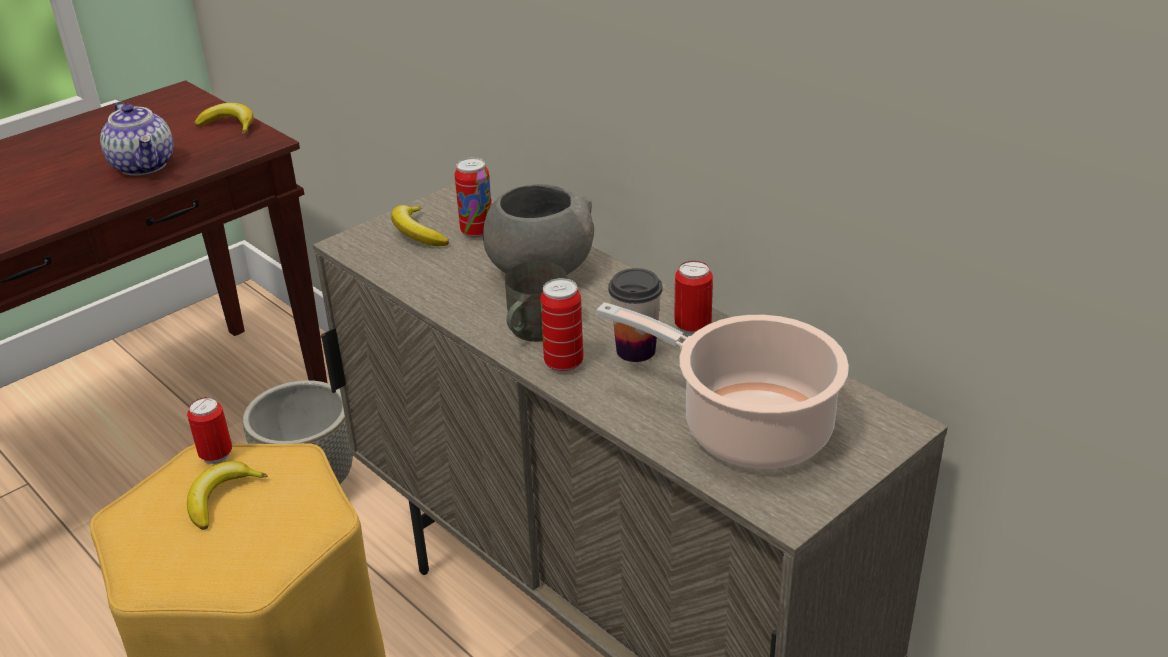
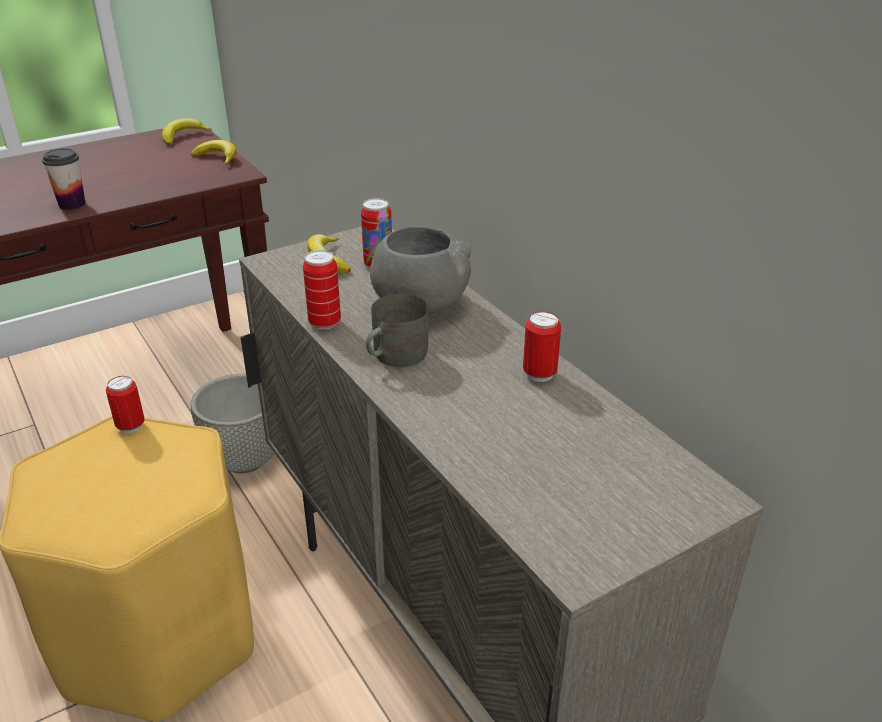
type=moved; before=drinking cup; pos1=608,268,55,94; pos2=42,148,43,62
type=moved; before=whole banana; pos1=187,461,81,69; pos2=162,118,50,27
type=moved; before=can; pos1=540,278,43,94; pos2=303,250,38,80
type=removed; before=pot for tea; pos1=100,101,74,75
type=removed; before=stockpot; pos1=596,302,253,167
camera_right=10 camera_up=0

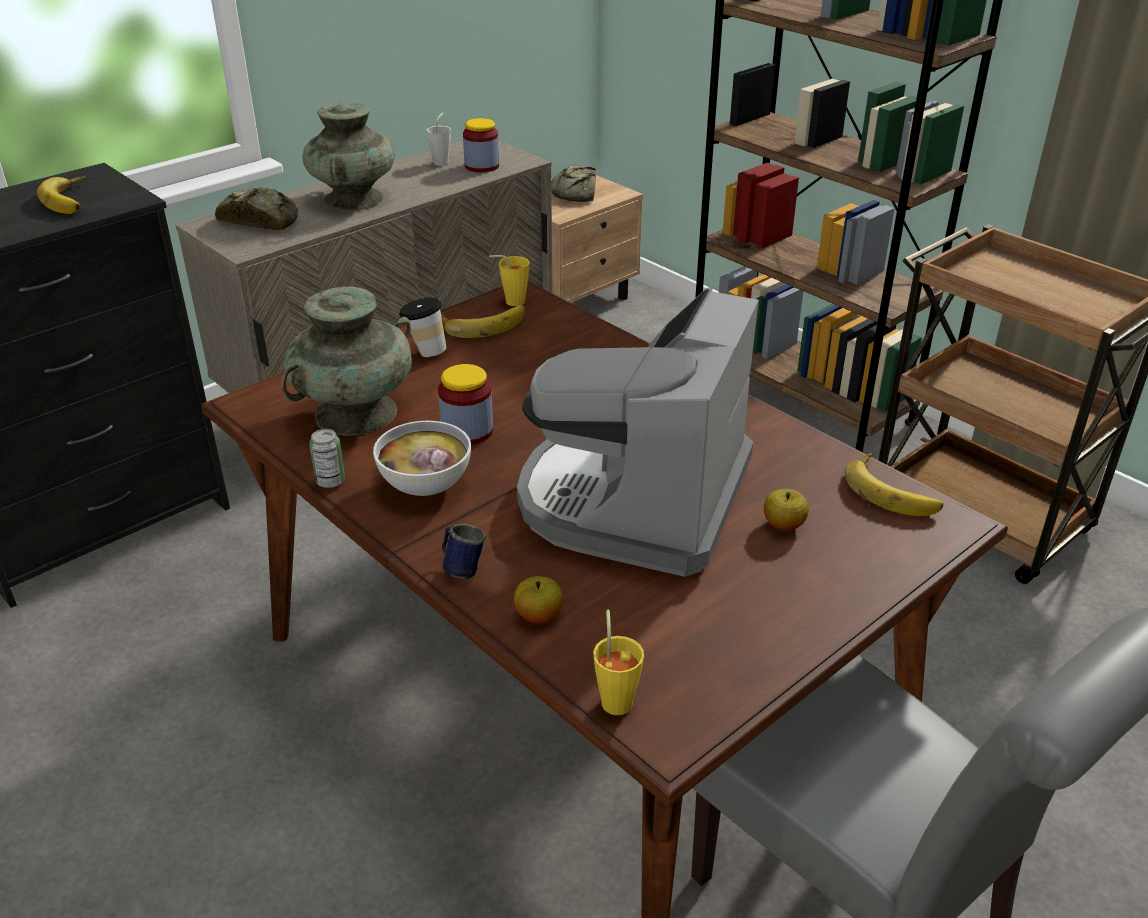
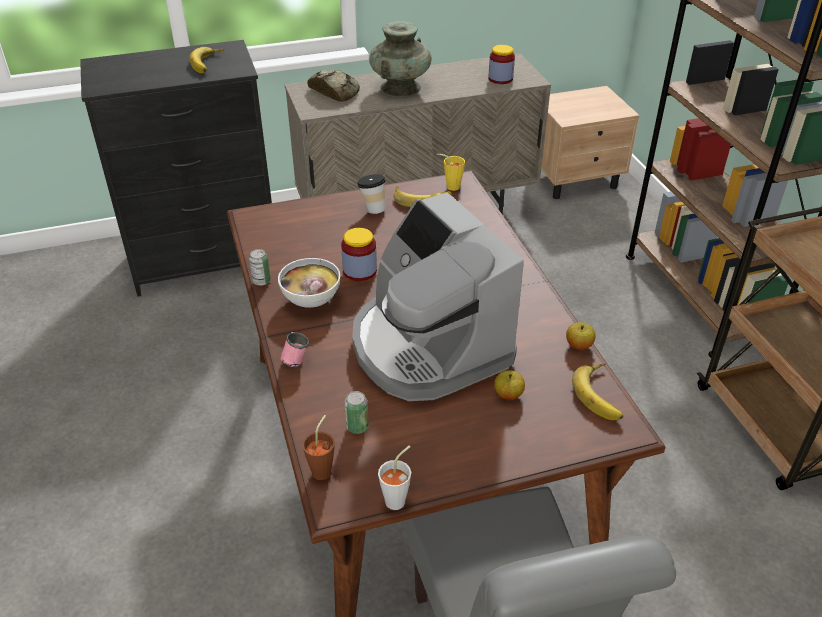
type=recoloured; before=blue-coloured coffee mug; after=pink coffee mug; pos1=442,524,44,55; pos2=281,332,28,35
type=recoloured; before=yellow drinking cup; after=brown-coloured drinking cup; pos1=593,610,51,105; pos2=302,415,33,65
type=added; after=can; pos2=344,391,24,43
type=turned; before=coffee brewer; pos1=517,287,242,290; pos2=352,192,172,209; turn=-75
type=moved; before=greyish drinking cup; pos1=426,113,25,53; pos2=378,446,33,64
type=moved; before=apple; pos1=514,576,49,47; pos2=566,322,30,28
type=removed; before=turquoise-coloured decorative vase; pos1=281,287,131,149
type=removed; before=bakery bread; pos1=551,165,45,37
camera_right=25 camera_up=5

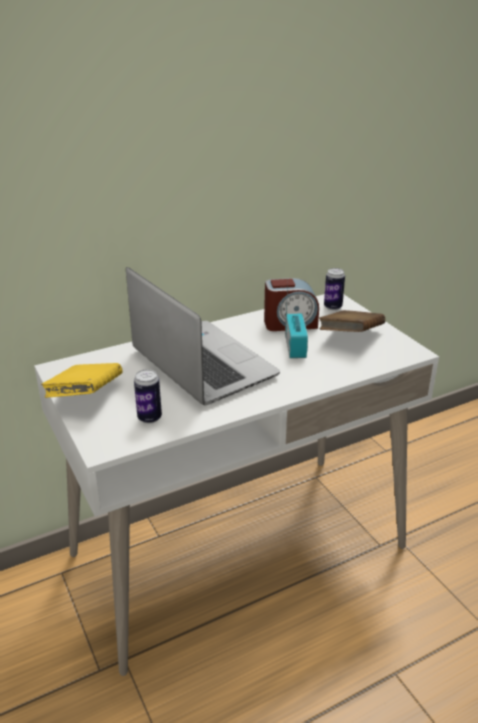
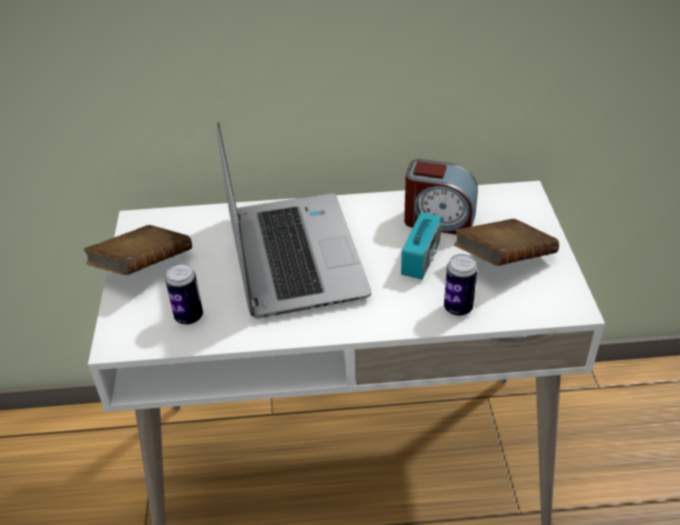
type=recoloured; before=yellow bound book; after=brown-coloured bound book; pos1=41,363,82,35; pos2=84,225,108,50
type=moved; before=can; pos1=324,268,21,42; pos2=444,254,33,62
camera_right=25 camera_up=10

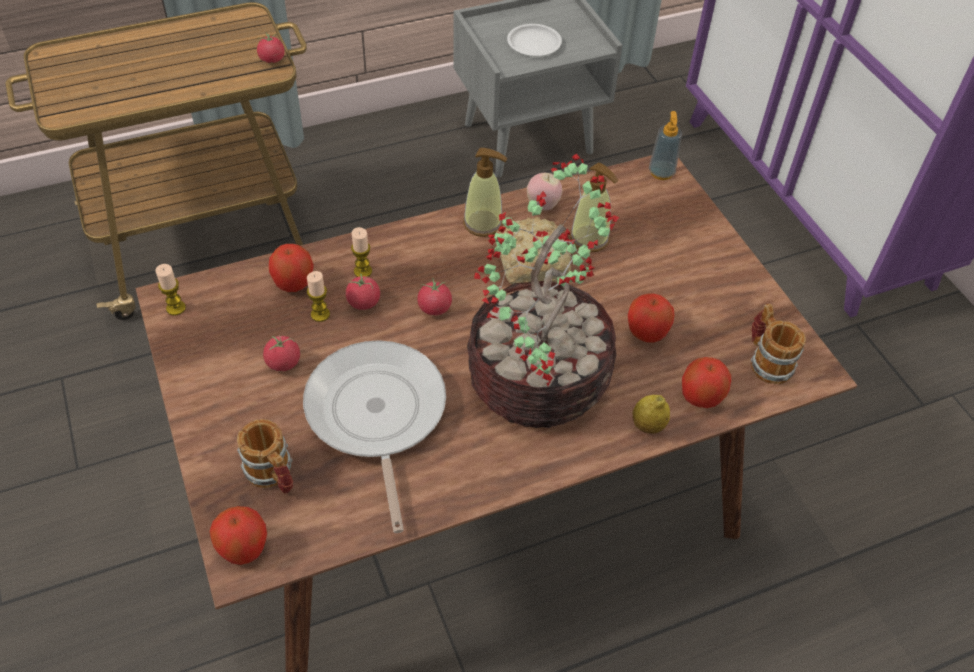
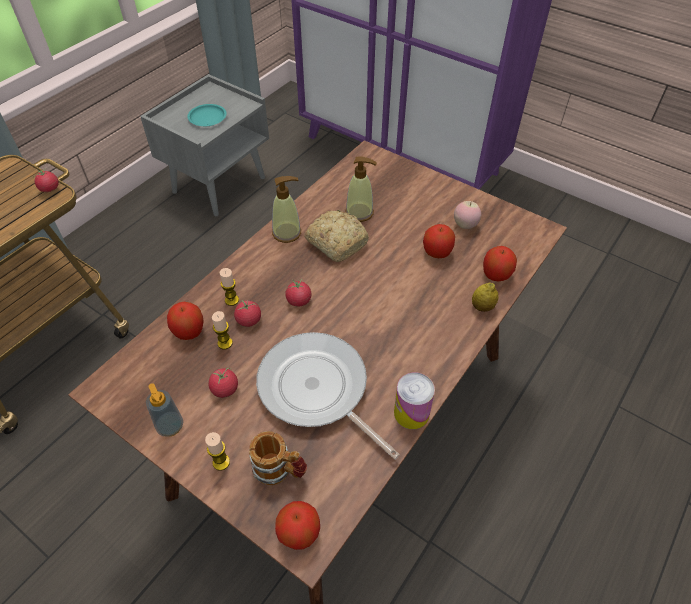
type=moved; before=soap bottle; pos1=649,111,33,69; pos2=146,383,37,54
type=recoloured; before=whitish flat dish; after=turquoise-coloured flat dish; pos1=507,24,55,32; pos2=187,104,40,22
type=moved; before=candle; pos1=155,264,31,51; pos2=205,432,25,39
type=added; after=can; pos2=394,372,41,57
type=moved; before=apple; pos1=527,173,35,38; pos2=454,201,27,28
type=removed; before=potted plant; pos1=467,153,152,275
type=removed; before=coffee mug; pos1=751,304,55,80
camera_right=-30 camera_up=0

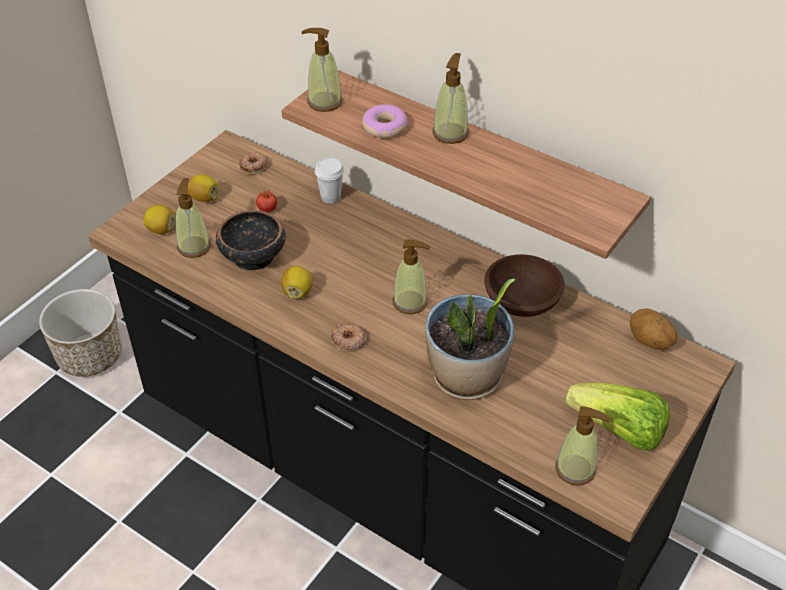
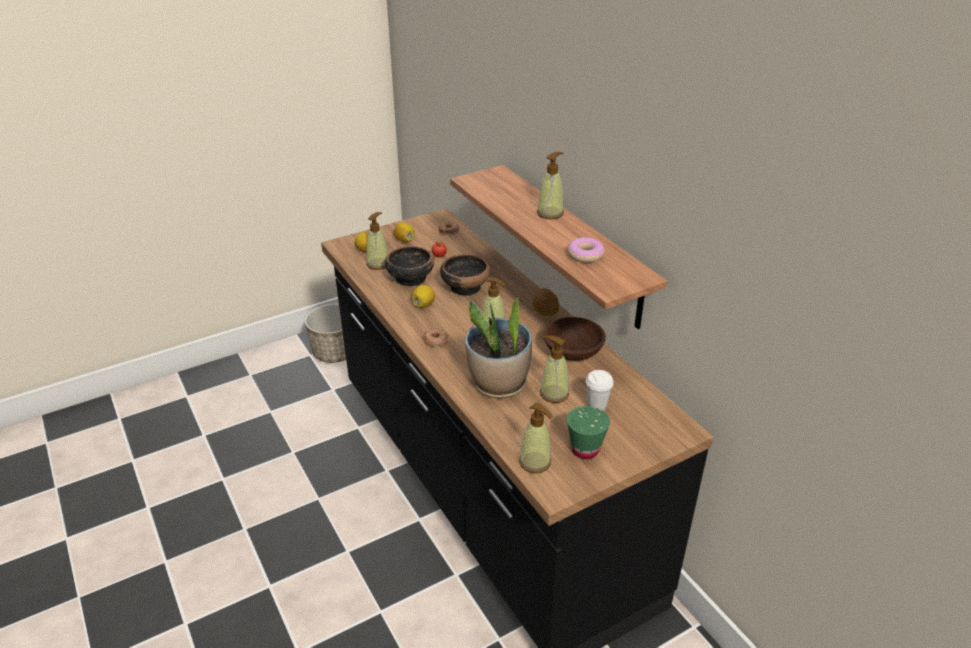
type=added; after=bowl; pos2=440,254,50,42
type=moved; before=whole potato; pos1=630,308,47,42; pos2=532,288,27,28
type=moved; before=soap bottle; pos1=302,28,40,84; pos2=540,335,29,68
type=replaced; before=lettuce head; after=green drinking cup; pos1=565,383,105,68; pos2=567,406,43,53
type=moved; before=ring doughnut; pos1=362,104,45,34; pos2=568,237,37,26
type=moved; before=whitish drinking cup; pos1=315,158,29,45; pos2=586,370,28,41
camera_right=25 camera_up=-10

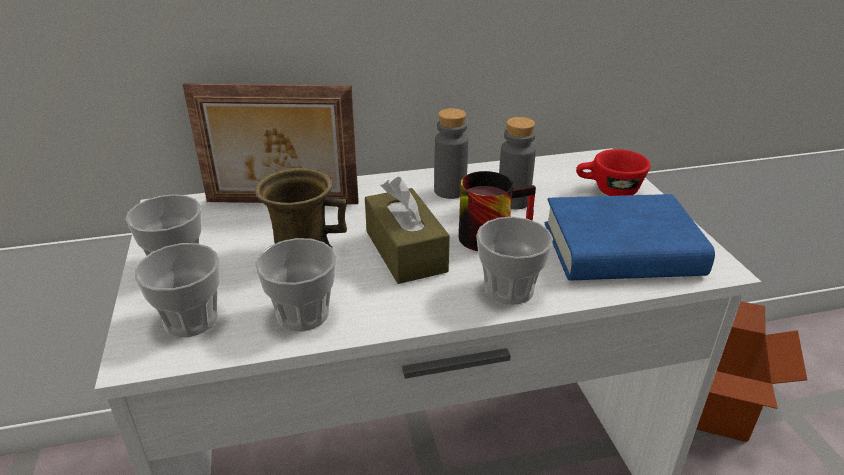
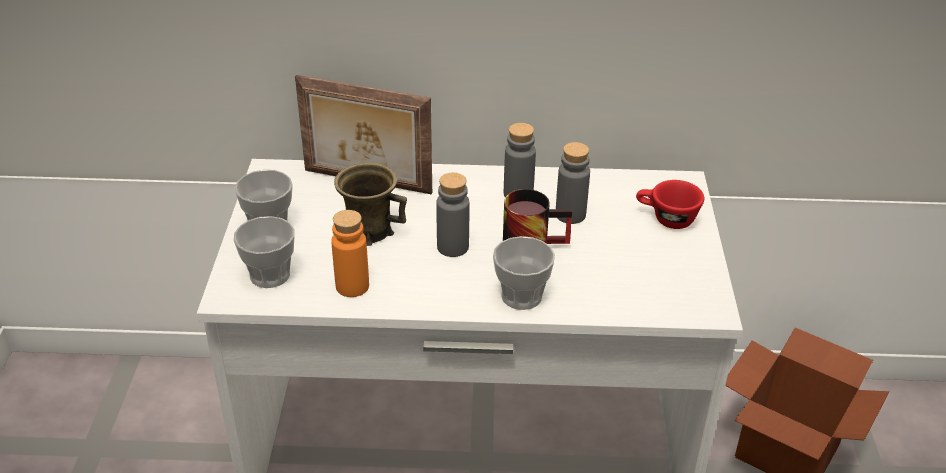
type=replaced; before=drinking cup; after=orangey beverage bottle; pos1=255,238,82,94; pos2=331,210,38,87
type=replaced; before=brown-coloured tissue box; after=greyish beverage bottle; pos1=365,177,85,107; pos2=436,173,33,84
type=removed; before=blue-coloured bound book; pos1=545,194,170,87
camera_right=15 camera_up=5

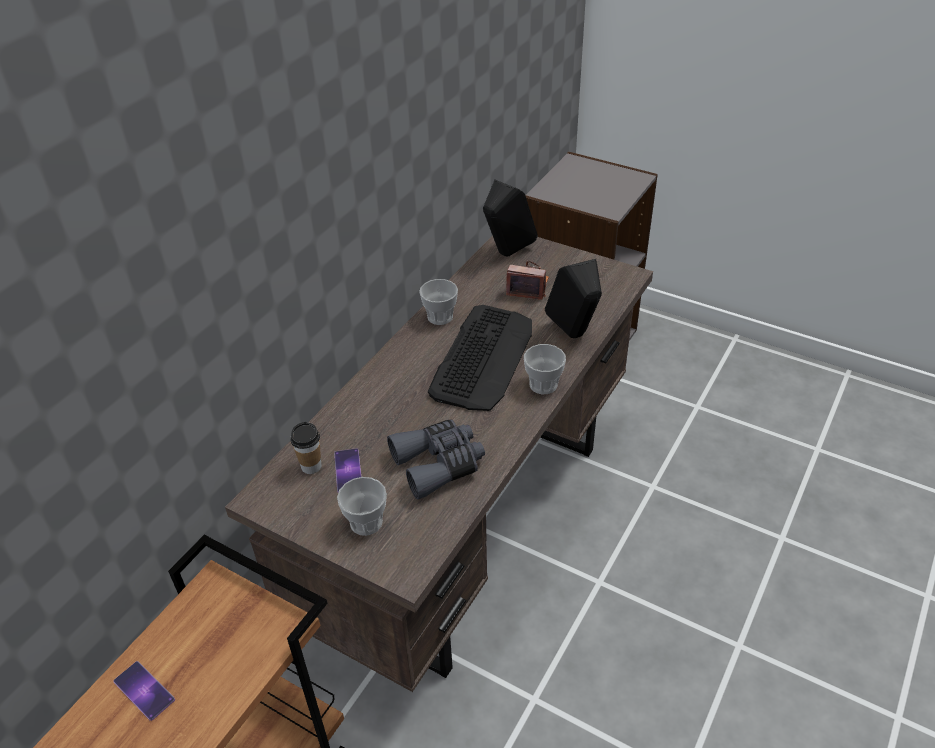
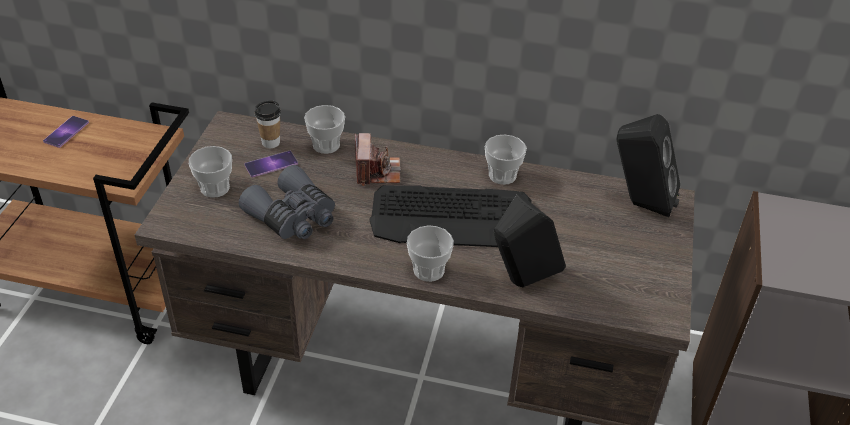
type=added; after=drinking cup; pos2=304,105,41,49
type=moved; before=photo camera; pos1=506,260,43,40; pos2=355,133,46,53
camera_right=70 camera_up=0

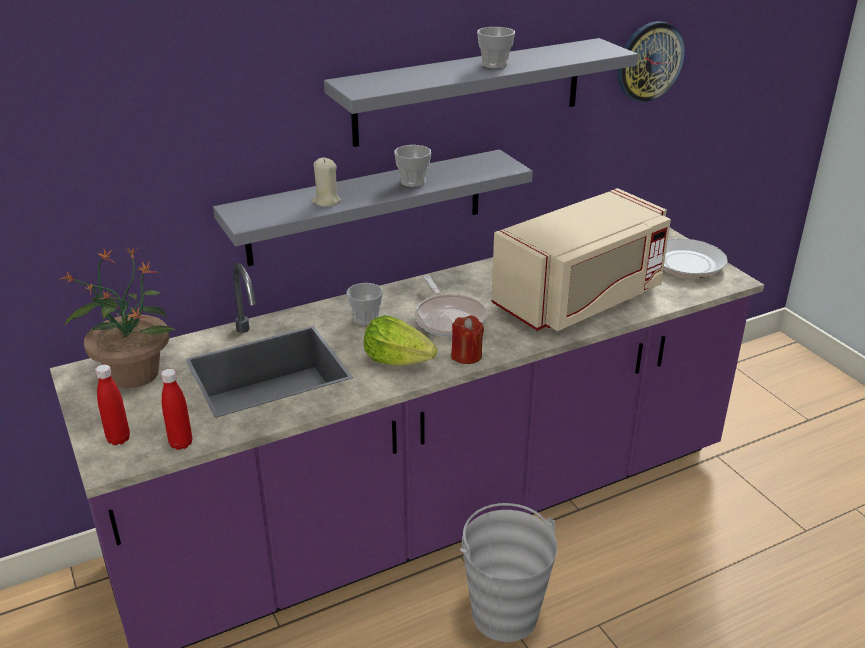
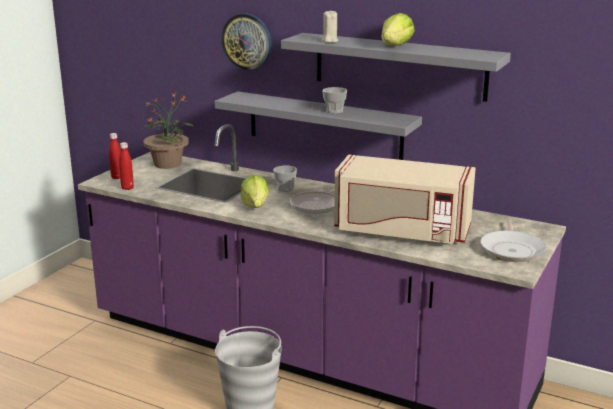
type=moved; before=hanging clock; pos1=618,21,67,81; pos2=221,13,51,58
type=moved; before=beige-coloured candle; pos1=312,158,29,49; pos2=321,11,18,32
type=replaced; before=drinking cup; after=lettuce head; pos1=477,27,38,42; pos2=381,13,34,33
type=removed; before=red candle; pos1=451,315,33,49
camera_right=55 camera_up=-10

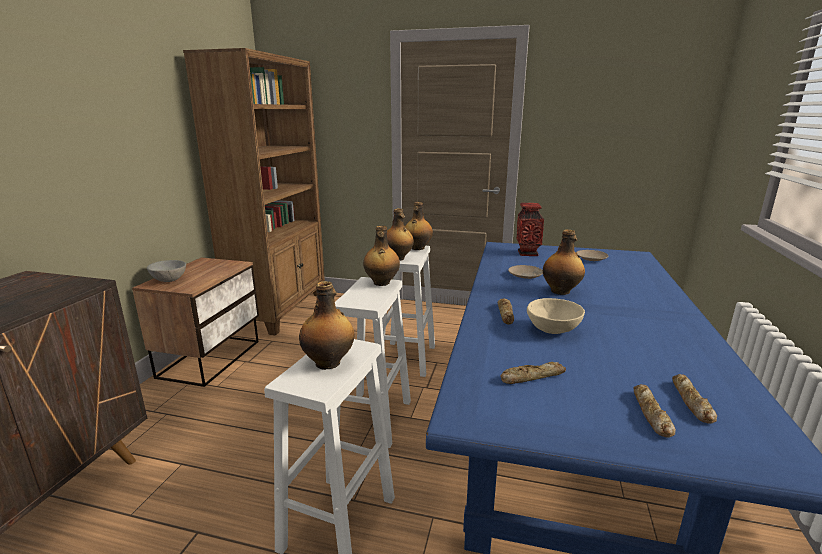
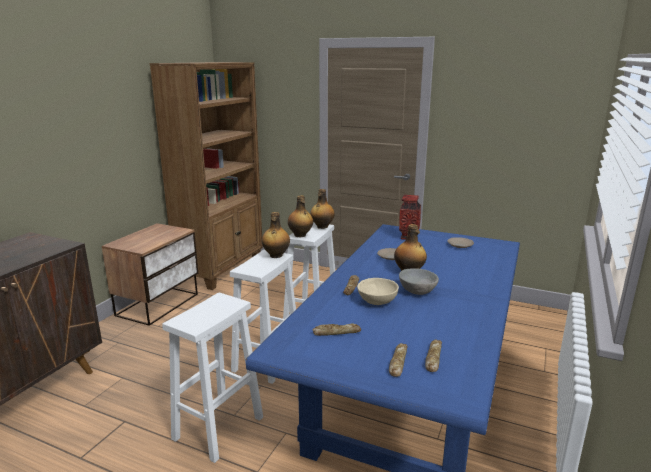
type=moved; before=greyish bowl; pos1=147,260,39,22; pos2=399,268,40,27
type=removed; before=beverage bottle; pos1=299,281,55,89
camera_right=10 camera_up=0

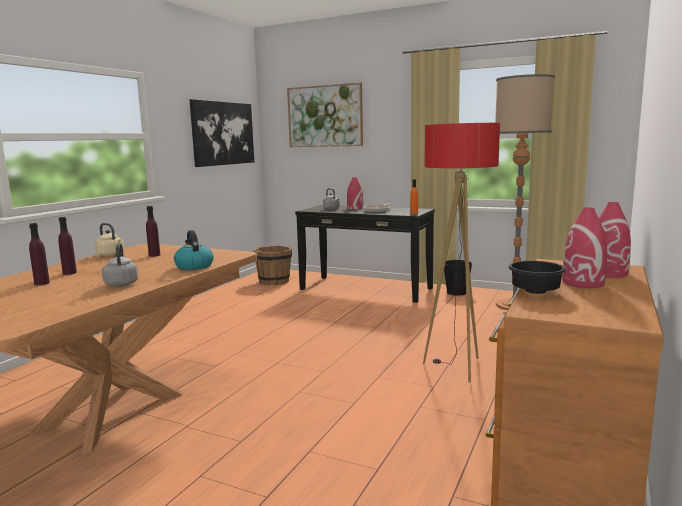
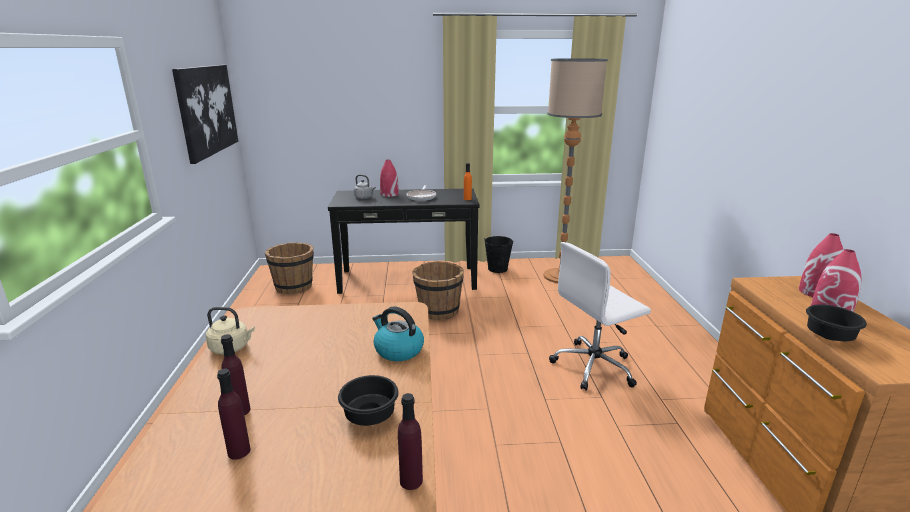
type=replaced; before=greyish water kettle; after=blackish bowl; pos1=102,243,37,43; pos2=338,375,61,51
type=moved; before=purplish beverage bottle; pos1=146,206,14,51; pos2=398,393,25,97
type=added; after=brown-coloured water bucket; pos2=412,261,52,59
type=replaced; before=floor lamp; after=whitish office chair; pos1=423,123,77,260; pos2=549,242,102,148
type=removed; before=wall art; pos1=287,83,76,64
camera_right=-30 camera_up=10

